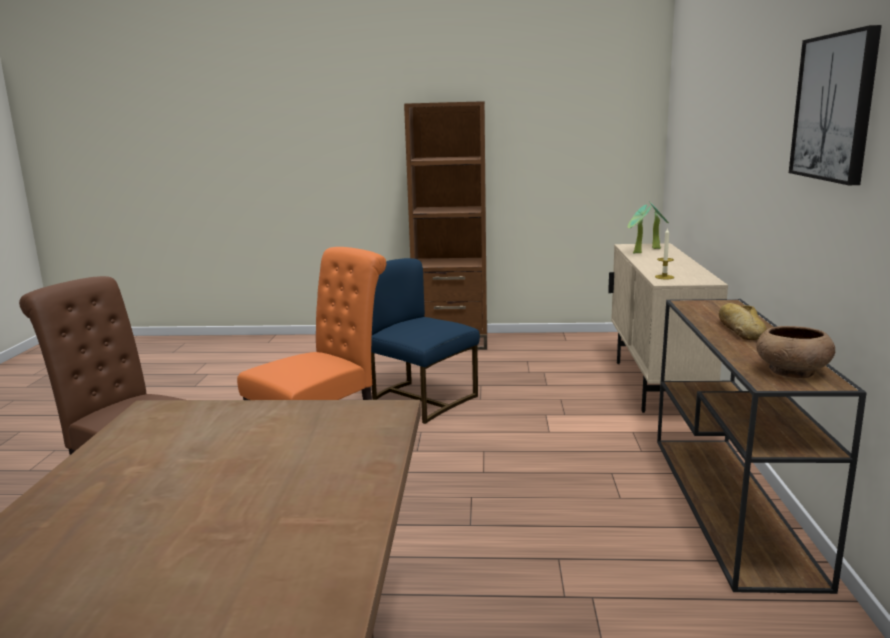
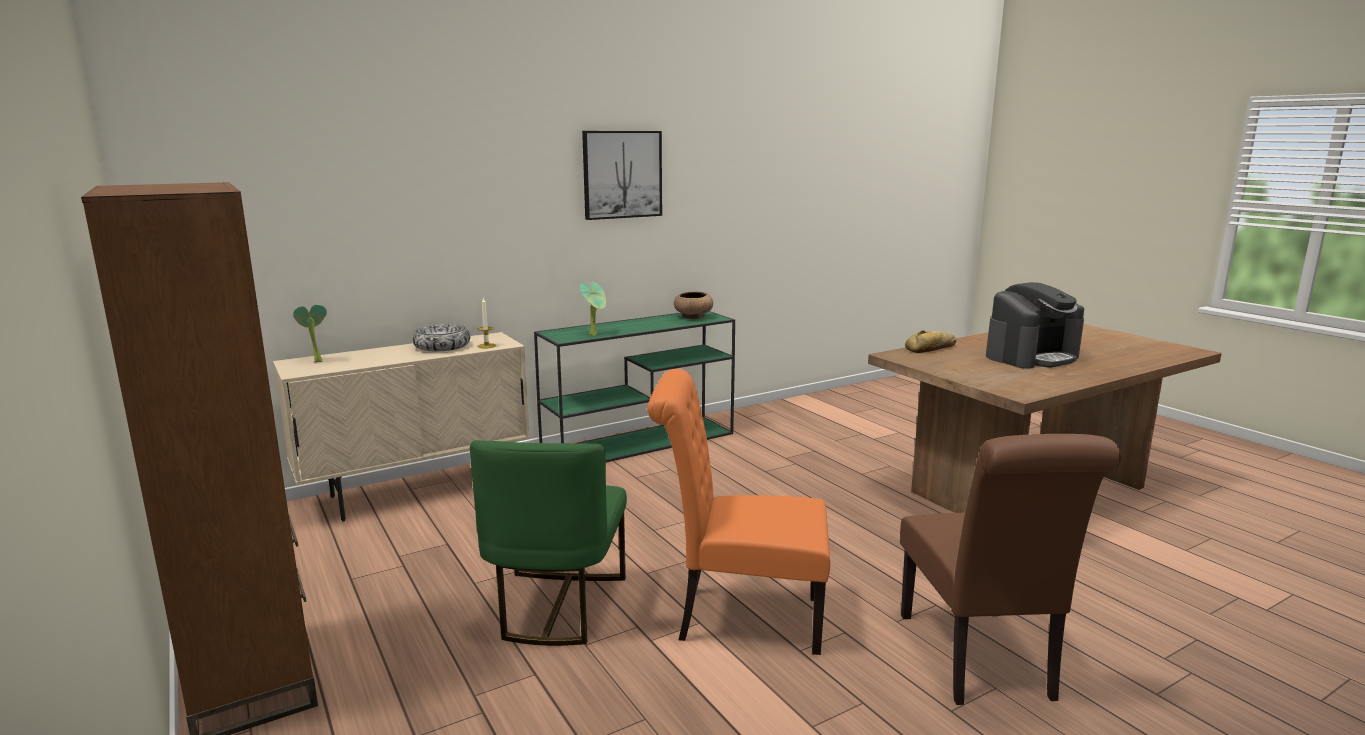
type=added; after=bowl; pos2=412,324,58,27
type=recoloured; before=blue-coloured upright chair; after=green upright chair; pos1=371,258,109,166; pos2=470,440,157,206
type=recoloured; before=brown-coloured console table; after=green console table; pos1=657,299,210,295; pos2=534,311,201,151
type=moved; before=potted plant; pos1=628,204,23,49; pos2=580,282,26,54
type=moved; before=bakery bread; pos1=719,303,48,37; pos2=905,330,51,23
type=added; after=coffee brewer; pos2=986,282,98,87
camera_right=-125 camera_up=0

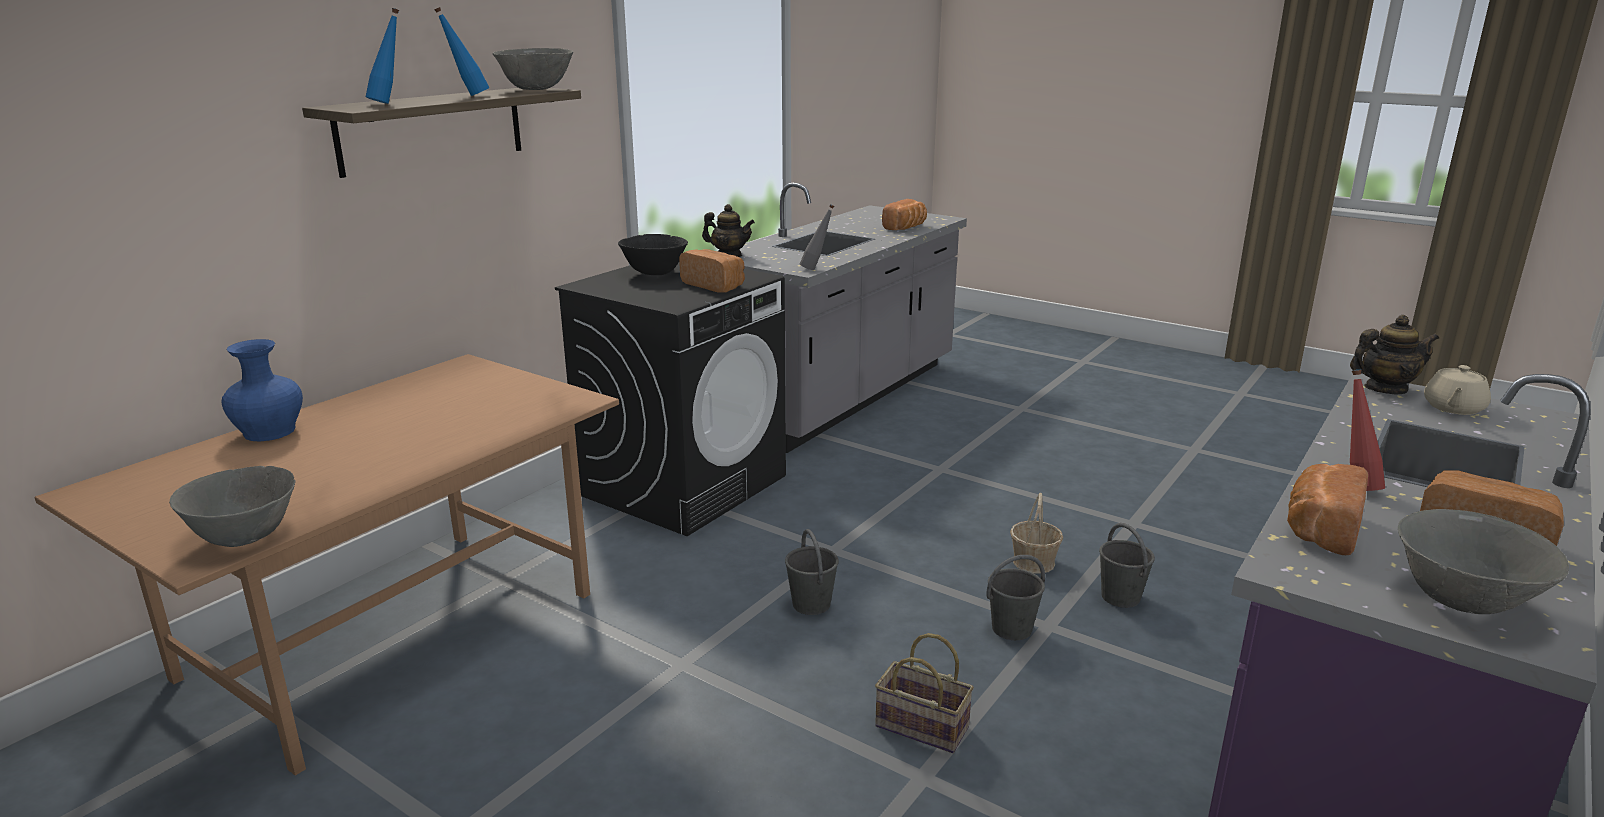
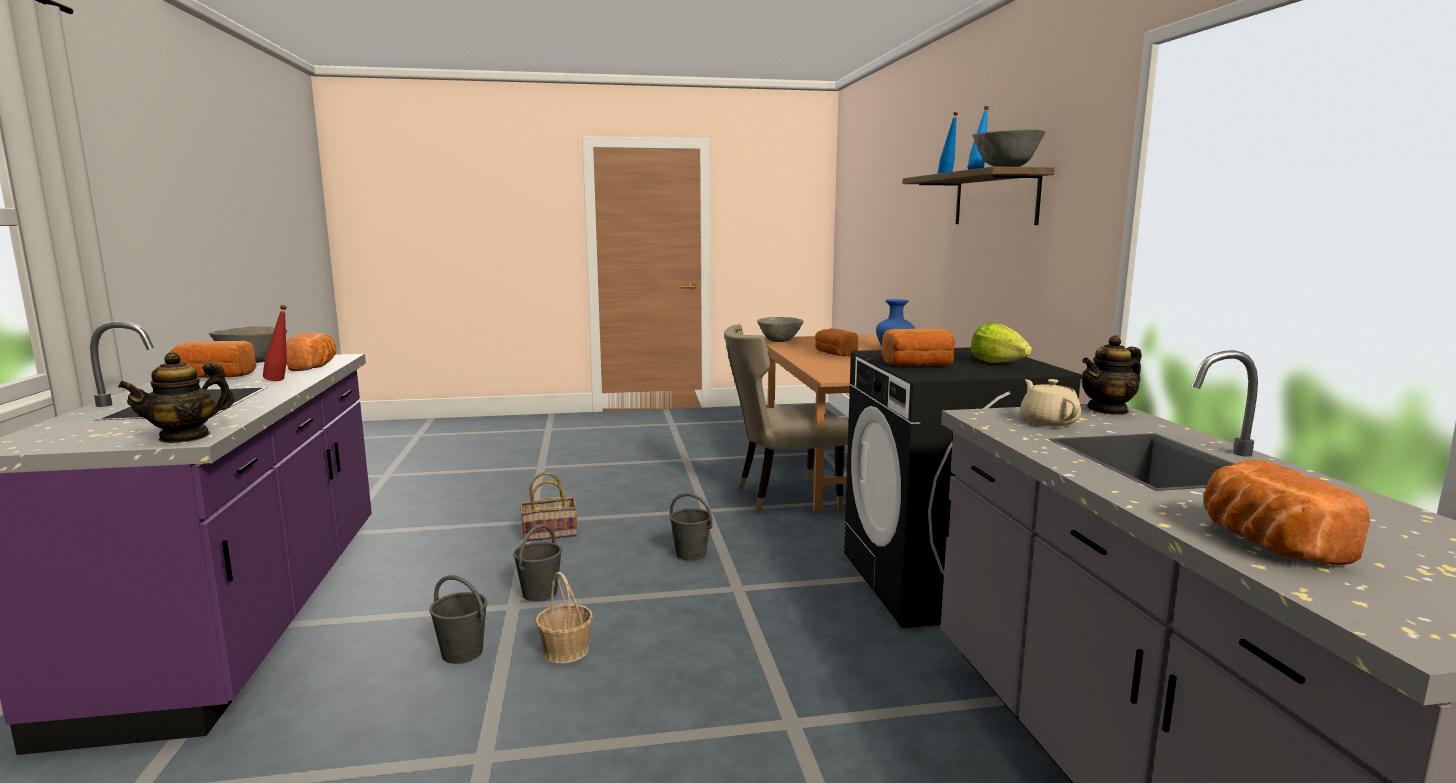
type=added; after=beige-coloured upright chair; pos2=724,324,125,189
type=added; after=bakery bread; pos2=815,328,44,28
type=replaced; before=blackish bowl; after=lettuce head; pos1=618,234,70,41; pos2=970,323,62,40
type=moved; before=beige-coloured pot for tea; pos1=1424,365,67,50; pos2=1020,379,61,48
type=removed; before=greyish beverage bottle; pos1=800,204,34,66
camera_right=135 camera_up=-10

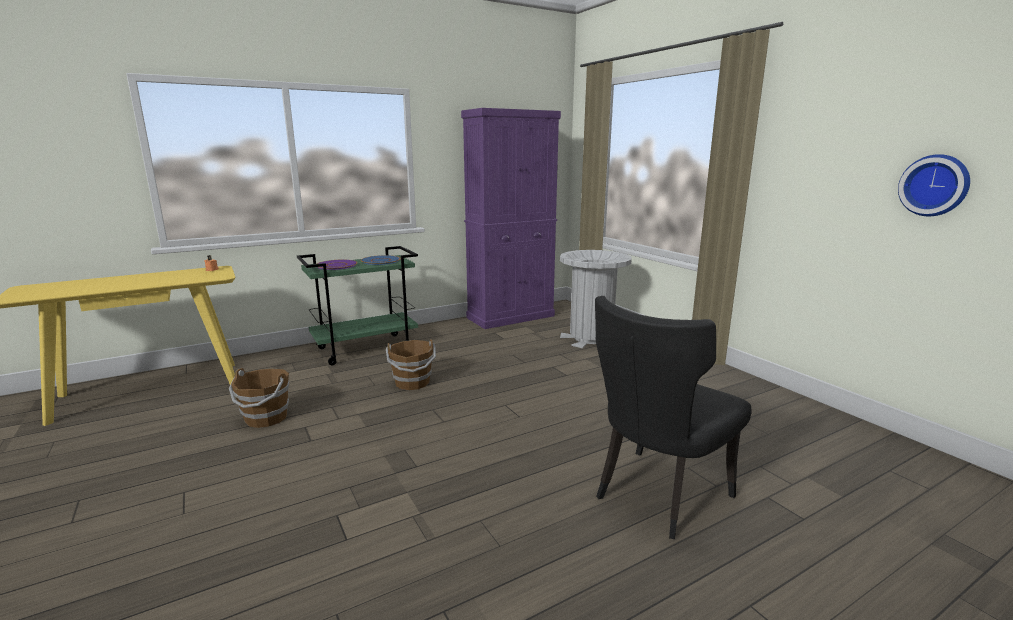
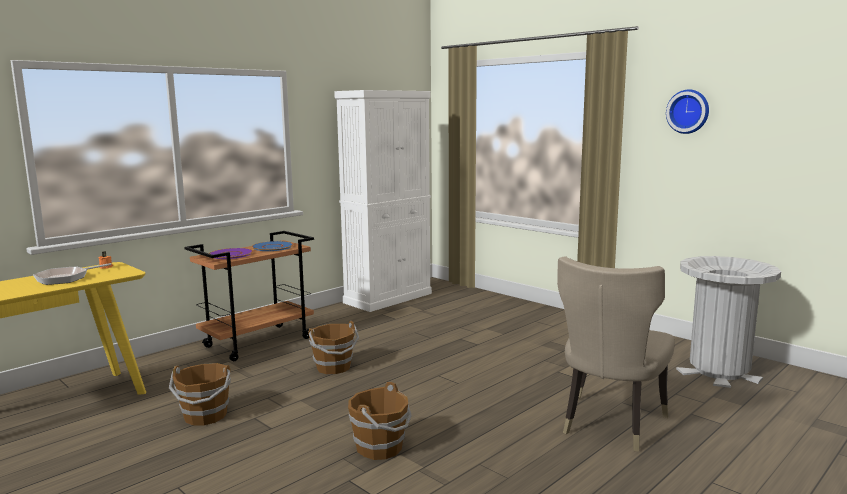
type=added; after=skillet; pos2=33,263,78,22
type=recoloured; before=green wheeled cart; after=brown-coloured wheeled cart; pos1=297,246,121,119; pos2=184,231,130,130
type=recoloured; before=purplish cabinet; after=whitish cabinet; pos1=461,108,100,221; pos2=334,90,98,222
type=added; after=brown-coloured water bucket; pos2=348,382,64,78
type=recoloured; before=blackish upright chair; after=beige-coloured upright chair; pos1=595,296,157,243; pos2=557,256,118,196
type=moved; before=hanging clock; pos1=898,154,72,62; pos2=666,90,43,44
type=moved; before=greyish rubbish bin; pos1=560,250,72,98; pos2=676,256,105,132
camera_right=-15 camera_up=-5

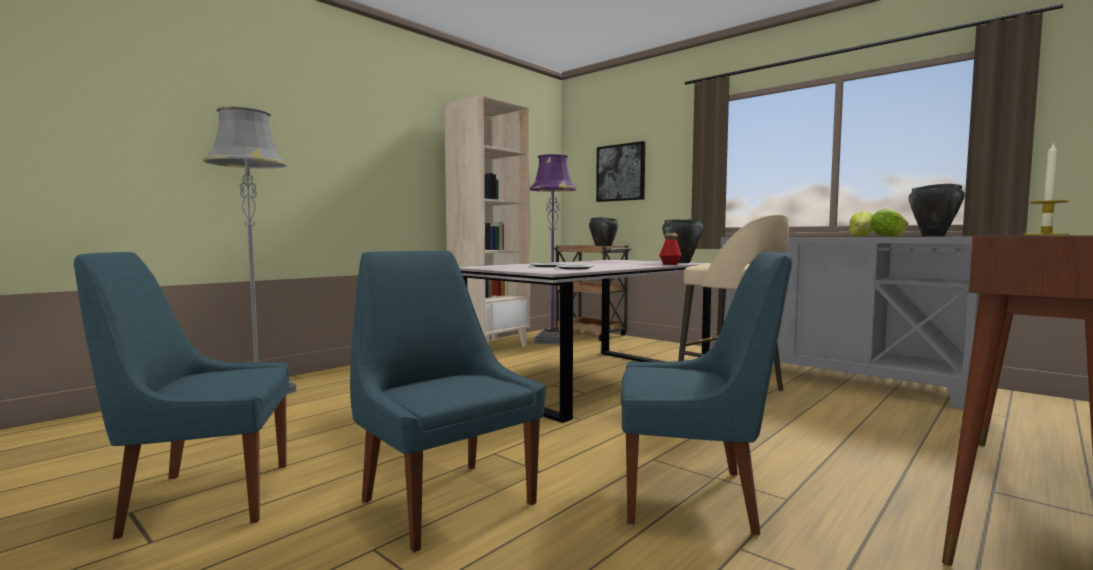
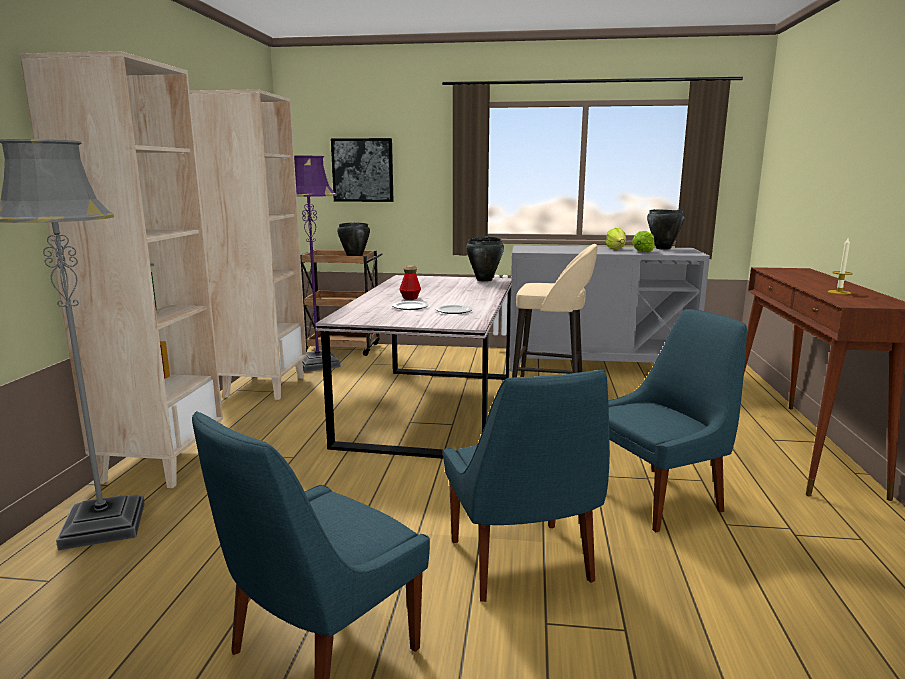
type=added; after=beige-coloured shelving unit; pos2=20,51,203,437
type=moved; before=beverage bottle; pos1=659,233,23,32; pos2=399,265,22,35
type=turned; before=blue-coloured upright chair; pos1=350,251,196,301; pos2=443,370,167,232; turn=-120
camera_right=-35 camera_up=10

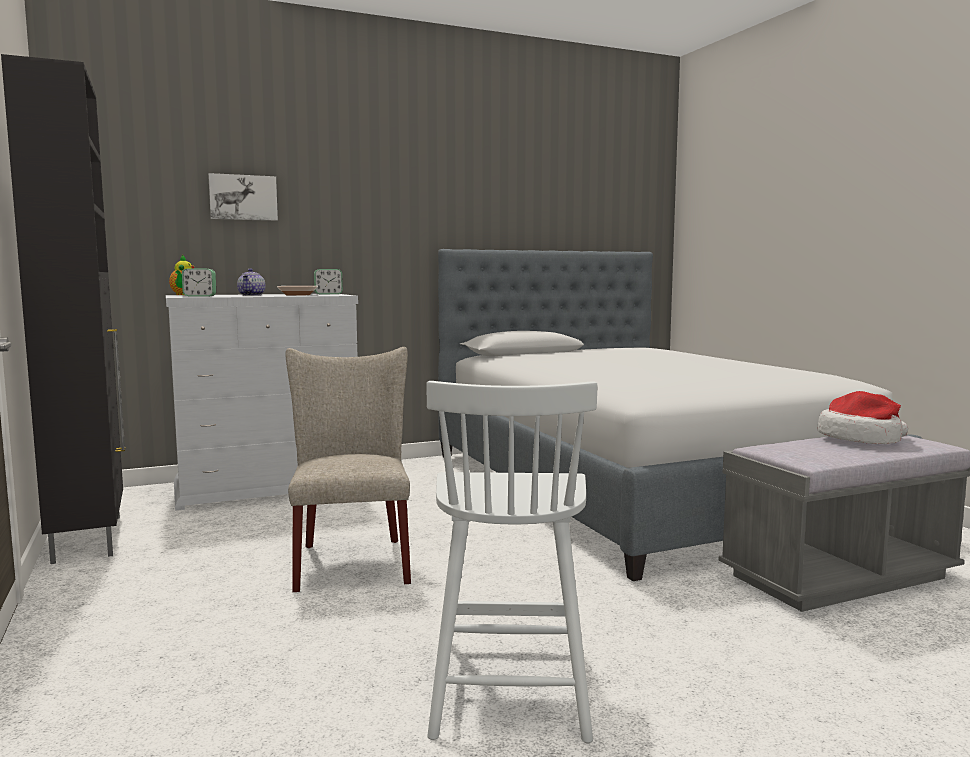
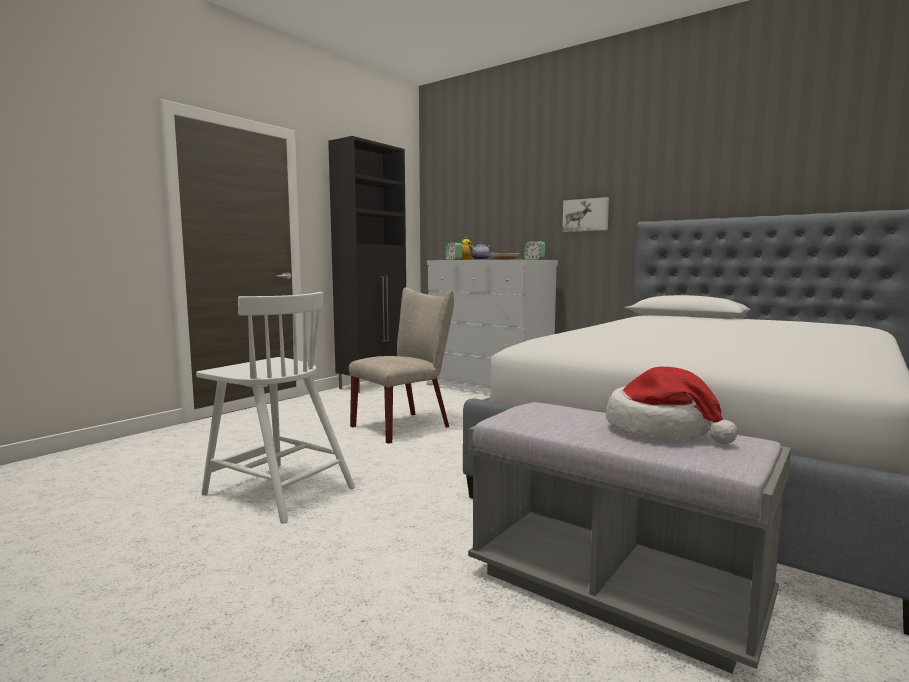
type=turned; before=whitish upright chair; pos1=426,381,171,362; pos2=196,292,159,231; turn=-120
type=moved; before=wall art; pos1=208,173,70,48; pos2=562,197,47,35
camera_right=60 camera_up=0

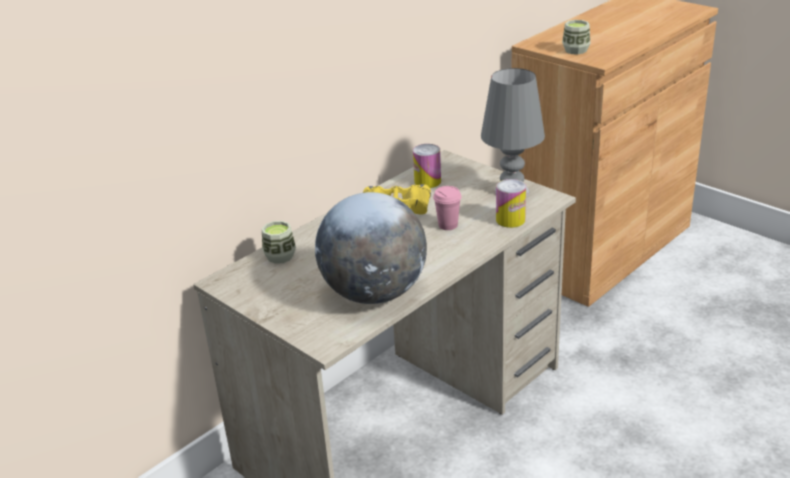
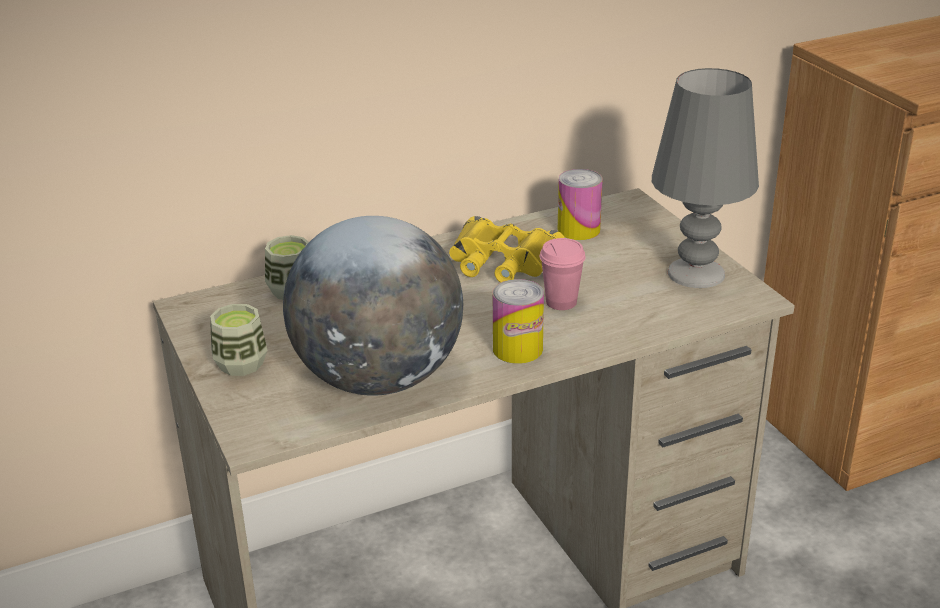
type=moved; before=drinking cup; pos1=562,20,28,35; pos2=210,304,57,72
type=moved; before=can; pos1=496,179,30,49; pos2=493,279,51,85
camera_right=20 camera_up=0

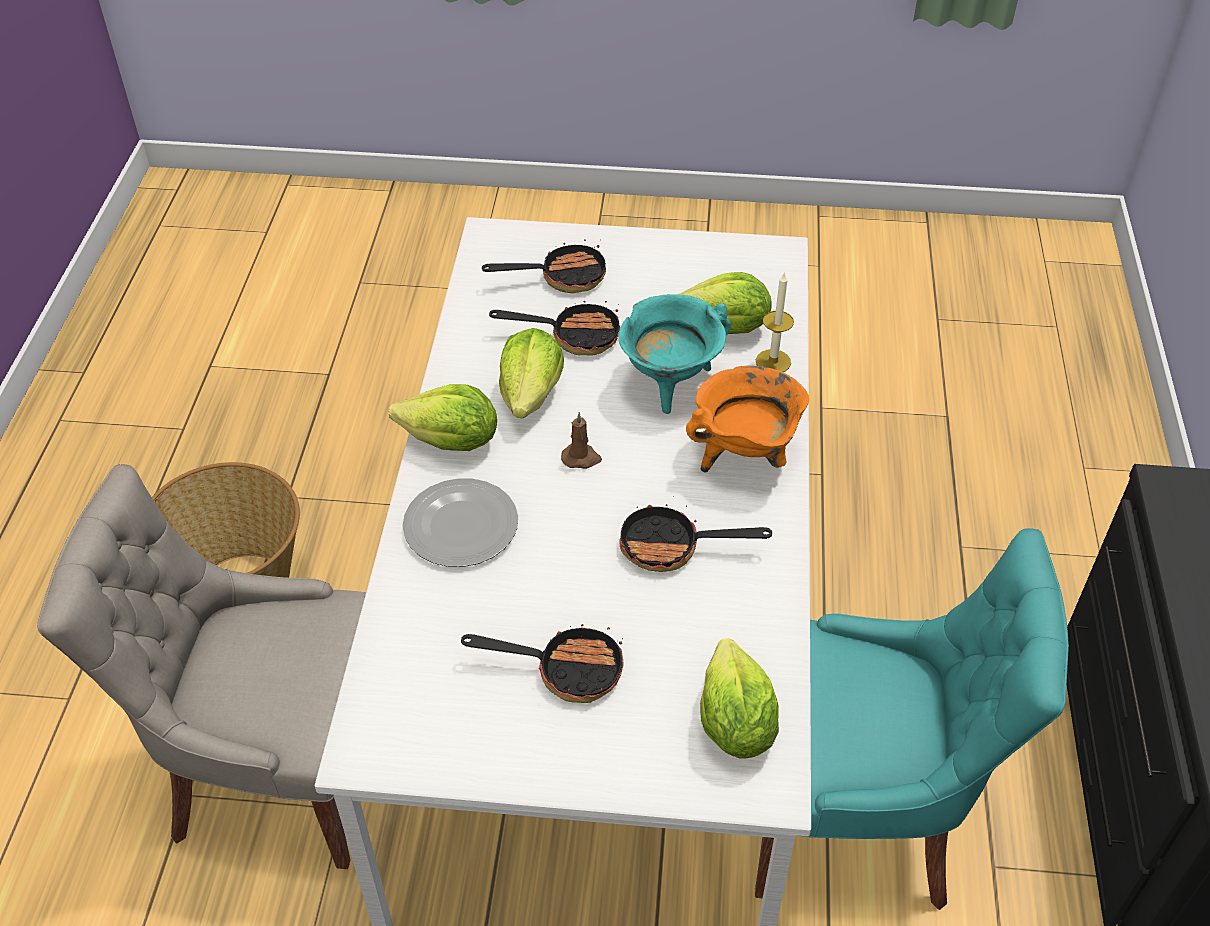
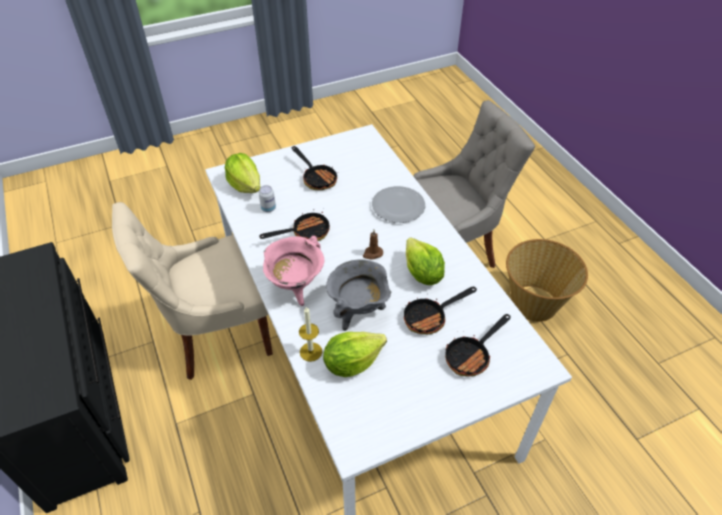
type=recoloured; before=turquoise-coloured upright chair; after=beige-coloured upright chair; pos1=755,528,314,382; pos2=112,202,161,178
type=added; after=can; pos2=259,185,17,27
type=recoloured; before=orangey stockpot; after=pink stockpot; pos1=686,366,123,107; pos2=263,236,62,70
type=turned; before=skillet; pos1=461,624,163,79; pos2=292,146,45,44; turn=-105
type=recoloured; before=turquoise-coloured stockpot; after=greyish stockpot; pos1=618,294,113,120; pos2=326,259,65,72
type=removed; before=lettuce head; pos1=389,384,108,67
camera_right=150 camera_up=0

